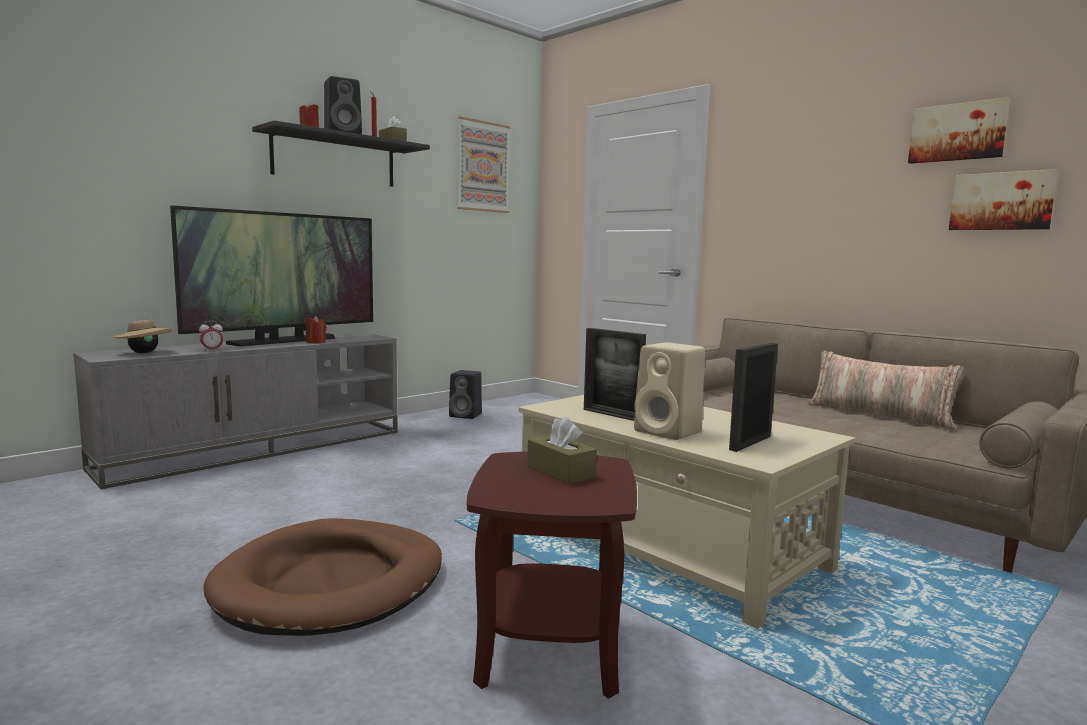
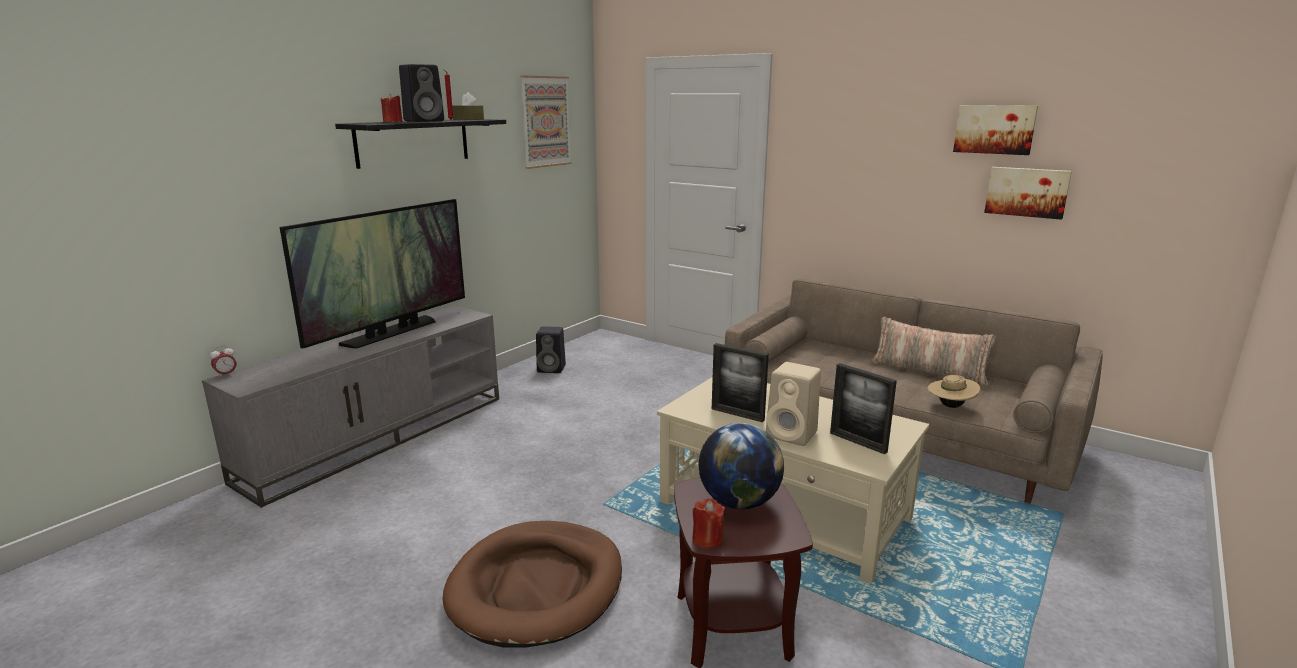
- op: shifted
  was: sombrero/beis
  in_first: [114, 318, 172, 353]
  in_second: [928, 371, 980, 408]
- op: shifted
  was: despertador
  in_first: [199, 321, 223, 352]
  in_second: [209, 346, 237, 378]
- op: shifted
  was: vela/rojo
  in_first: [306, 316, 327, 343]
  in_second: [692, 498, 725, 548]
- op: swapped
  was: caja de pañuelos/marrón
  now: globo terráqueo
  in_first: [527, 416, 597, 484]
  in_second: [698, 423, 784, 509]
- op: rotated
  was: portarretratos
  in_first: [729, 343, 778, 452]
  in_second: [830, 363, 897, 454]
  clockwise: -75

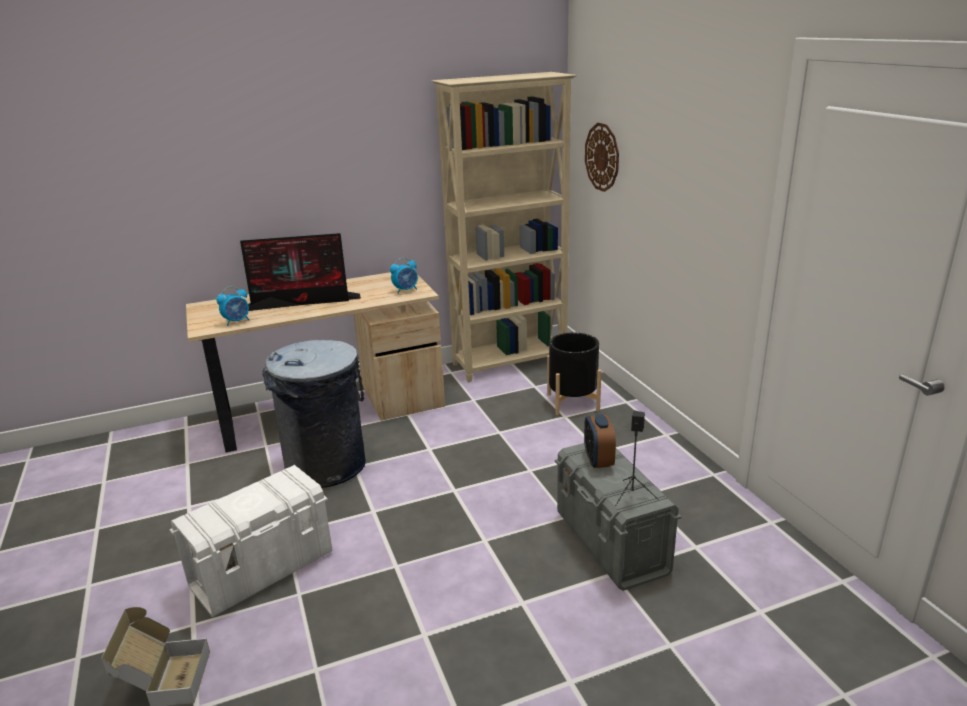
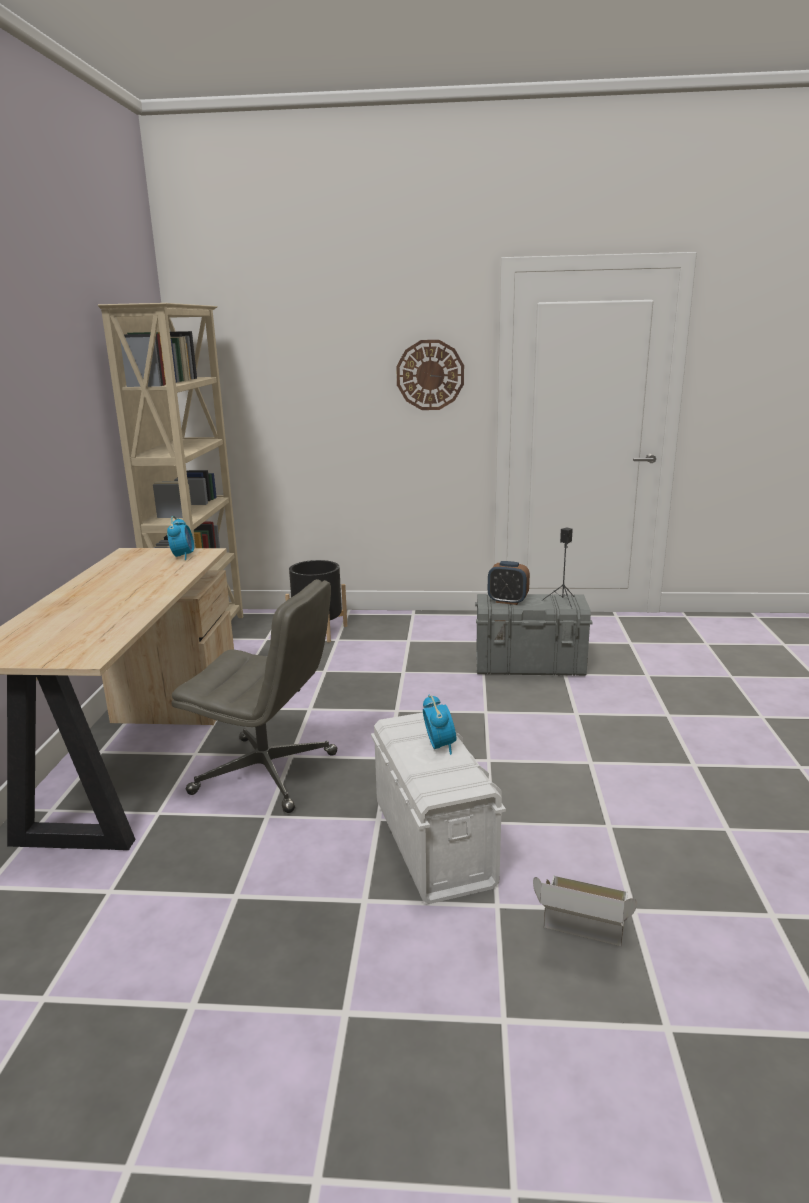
- op: shifted
  was: despertador
  in_first: [216, 286, 249, 326]
  in_second: [423, 694, 456, 755]
- op: gone
  was: monitor
  in_first: [240, 233, 361, 311]
- op: swapped
  was: papelera/gris
  now: silla de oficina/gris
  in_first: [262, 340, 366, 488]
  in_second: [172, 579, 338, 813]
- op: shifted
  was: reloj de pared
  in_first: [585, 123, 619, 192]
  in_second: [396, 340, 464, 410]

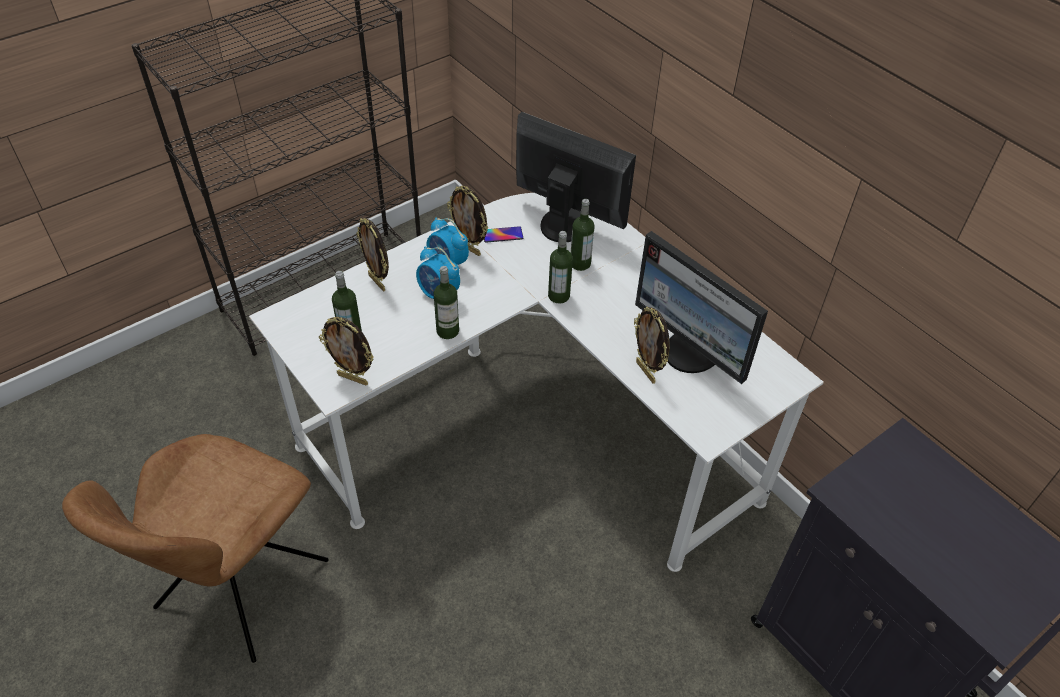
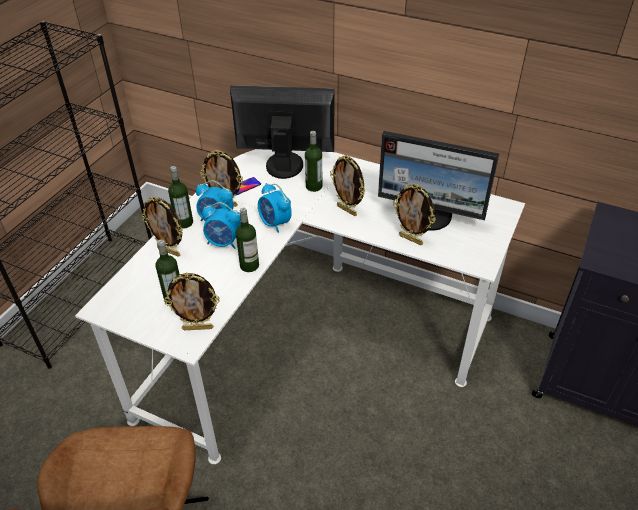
- op: shifted
  was: botella
  in_first: [548, 231, 573, 303]
  in_second: [168, 166, 193, 229]
- op: new
  now: despertador
  in_second: [258, 183, 292, 233]
- op: new
  now: portarretratos
  in_second: [330, 155, 365, 216]

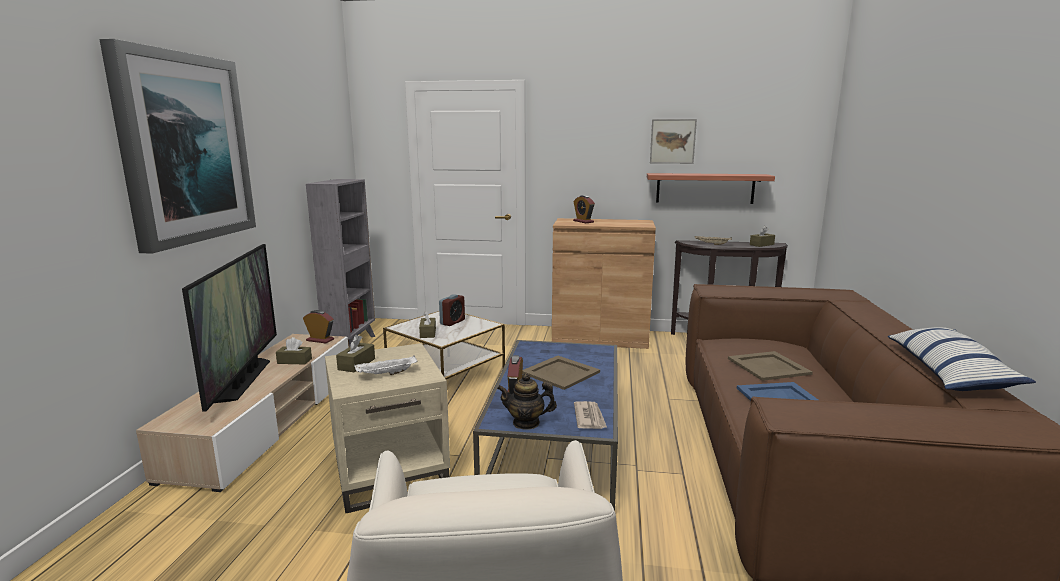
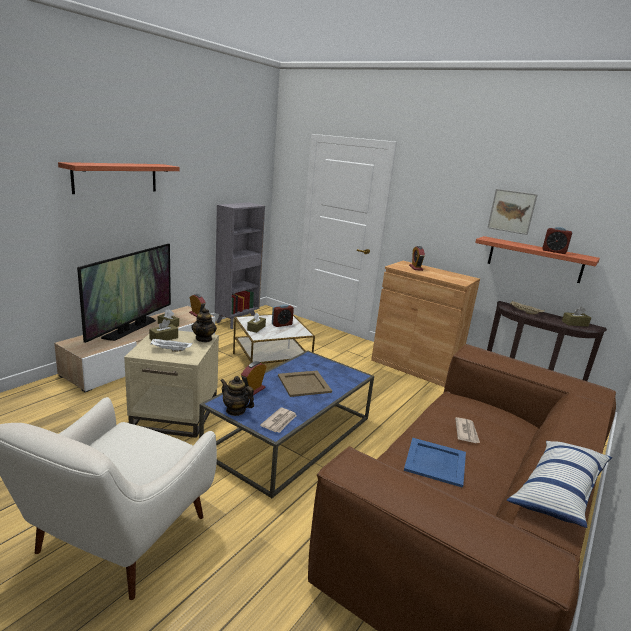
- op: swapped
  was: cuadro
  now: estante
  in_first: [99, 39, 256, 254]
  in_second: [58, 162, 180, 194]
- op: swapped
  was: bandeja/beis
  now: periódico
  in_first: [728, 351, 813, 381]
  in_second: [455, 417, 480, 443]
- op: new
  now: tetera
  in_second: [191, 308, 217, 342]
- op: new
  now: despertador
  in_second: [542, 227, 572, 254]

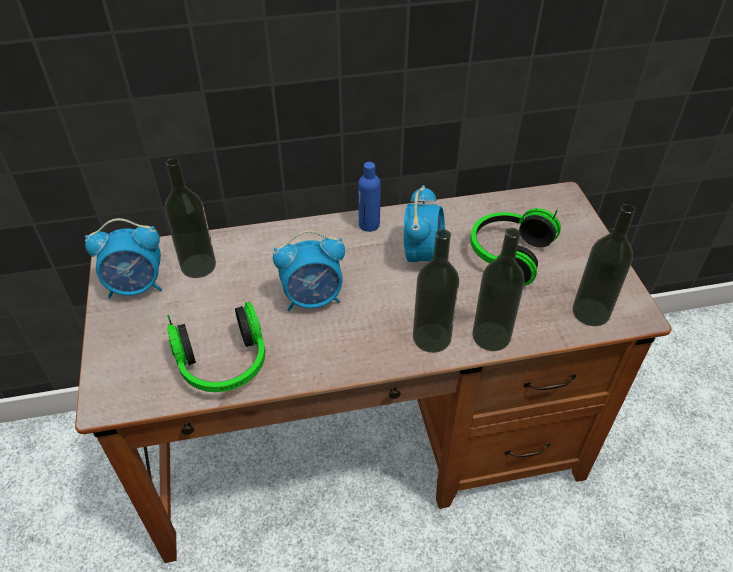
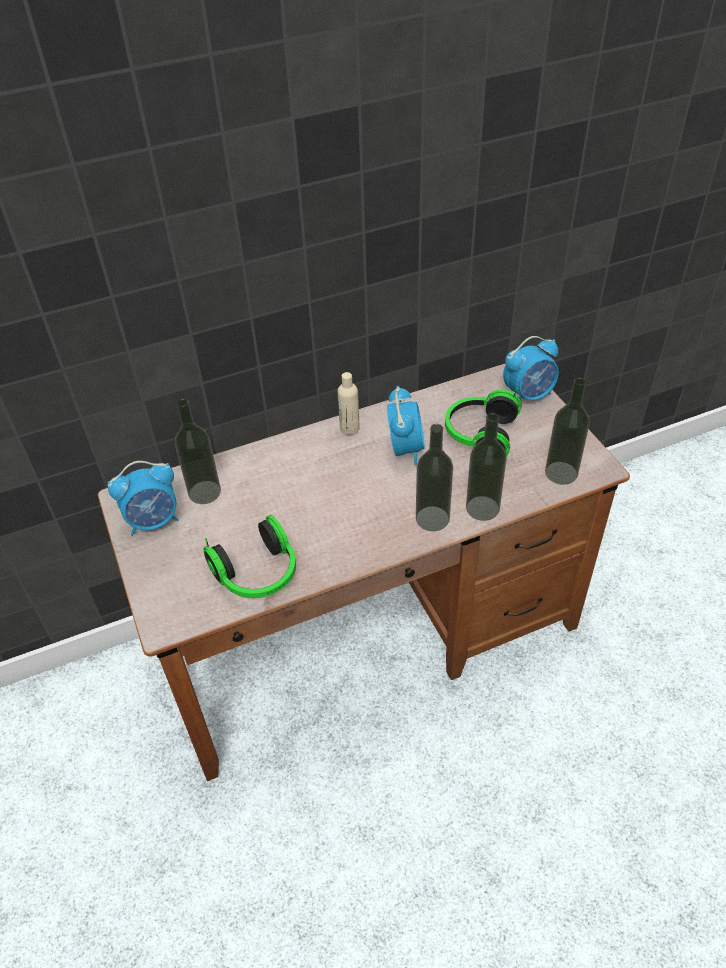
- op: shifted
  was: despertador
  in_first: [273, 230, 345, 311]
  in_second: [503, 336, 559, 400]
- op: repainted
  was: botella/azul
  now: botella/beis
  in_first: [358, 162, 381, 232]
  in_second: [338, 372, 360, 435]

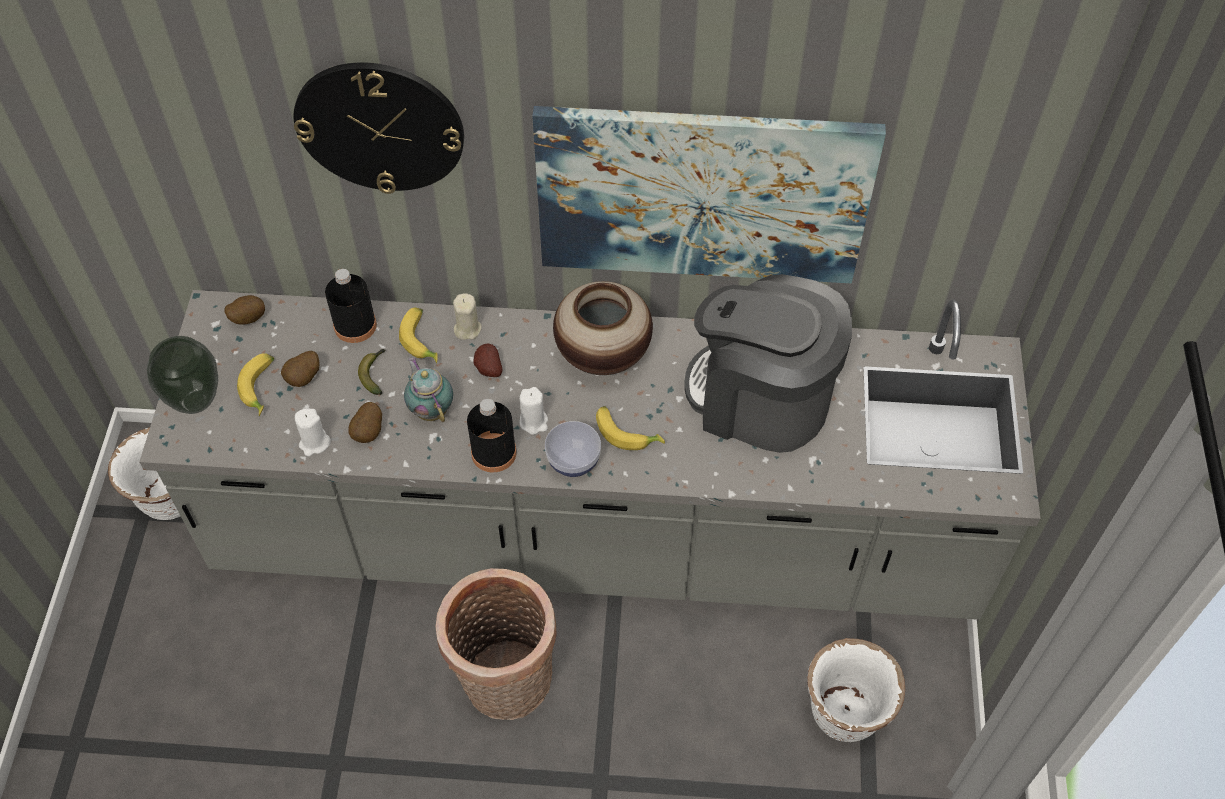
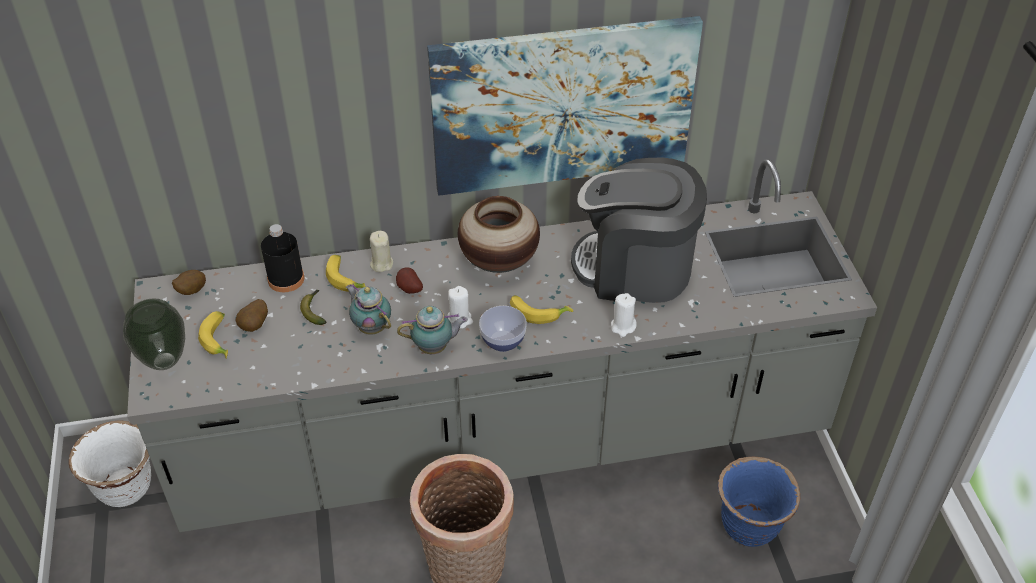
- op: gone
  was: reloj de pared
  in_first: [294, 62, 464, 194]
- op: shifted
  was: vela/blanco
  in_first: [295, 409, 331, 456]
  in_second: [611, 293, 637, 337]
- op: gone
  was: patata
  in_first: [348, 402, 382, 443]
- op: swapped
  was: botella/negro
  now: tetera
  in_first: [467, 399, 517, 472]
  in_second: [397, 306, 468, 354]
- op: repainted
  was: maceta/blanco
  now: maceta/azul
  in_first: [807, 638, 905, 742]
  in_second: [718, 457, 800, 547]

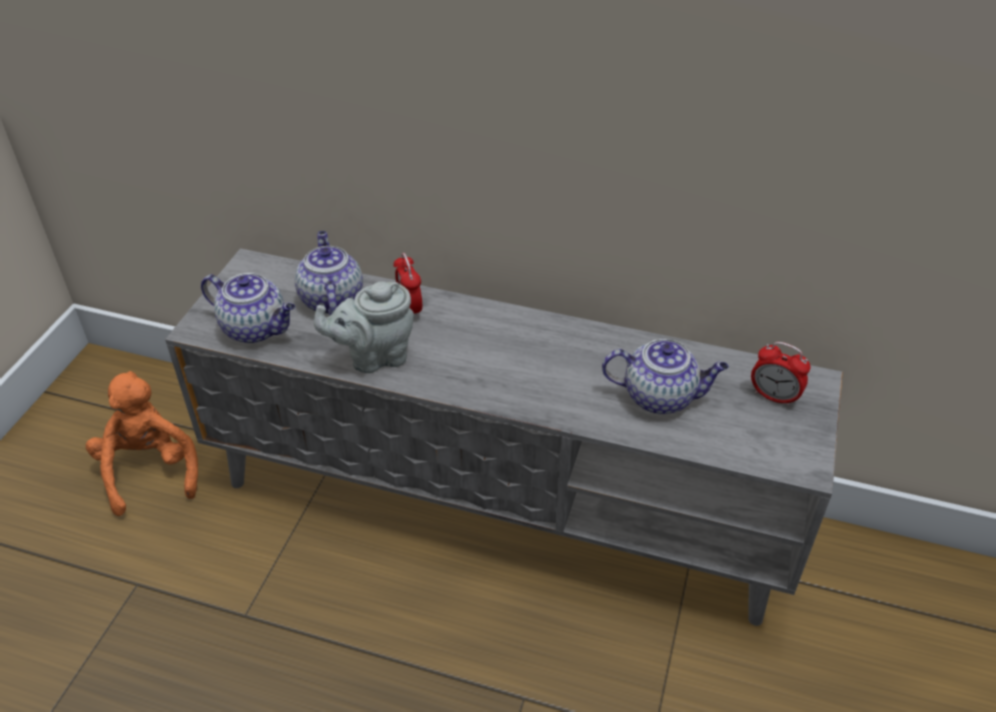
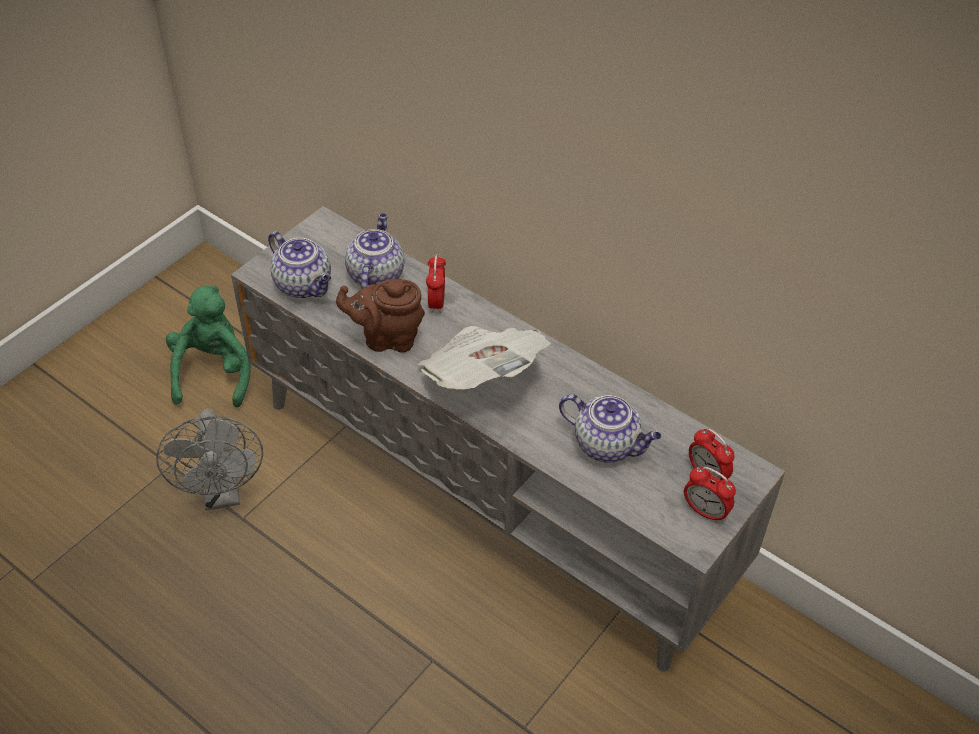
- op: repainted
  was: peluche/naranja
  now: peluche/verde
  in_first: [86, 371, 198, 516]
  in_second: [166, 285, 251, 407]
- op: repainted
  was: tetera/gris
  now: tetera/marrón
  in_first: [314, 282, 414, 373]
  in_second: [336, 279, 425, 353]
- op: new
  now: ventilador/gris
  in_second: [156, 408, 263, 511]
- op: new
  now: periódico
  in_second: [418, 326, 551, 389]
- op: new
  now: despertador
  in_second: [684, 467, 736, 523]

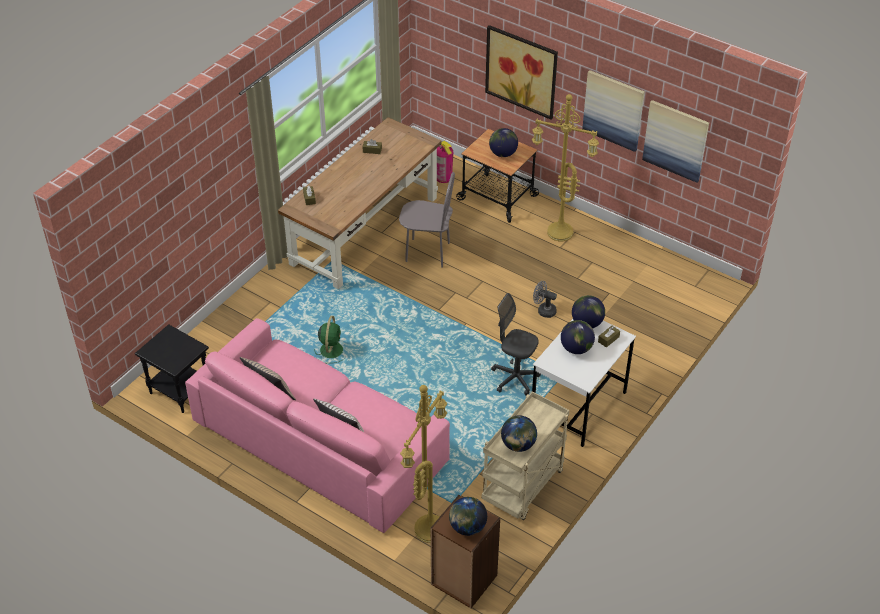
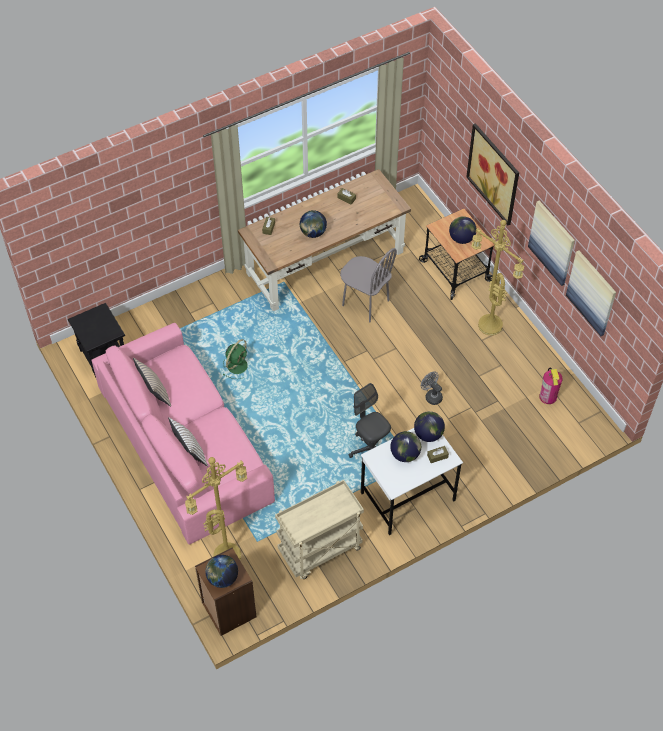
- op: shifted
  was: extintor
  in_first: [437, 141, 453, 183]
  in_second: [539, 367, 563, 404]
- op: shifted
  was: globo terráqueo
  in_first: [501, 415, 537, 452]
  in_second: [300, 210, 327, 238]

